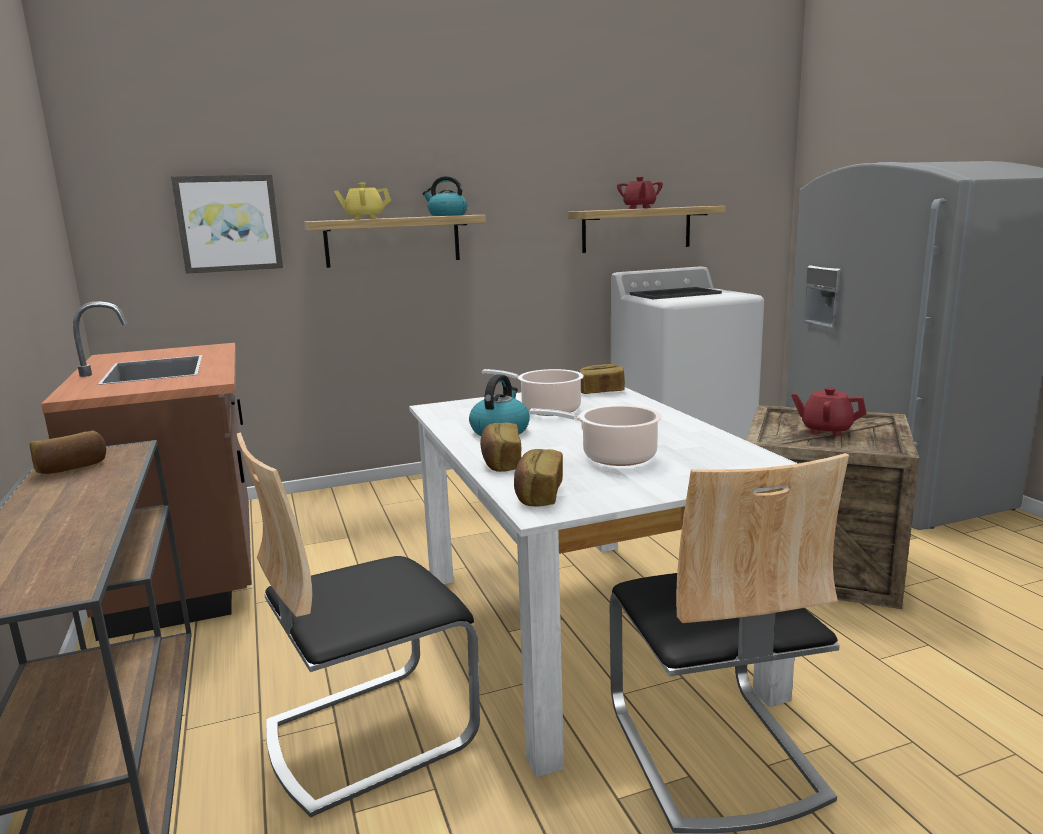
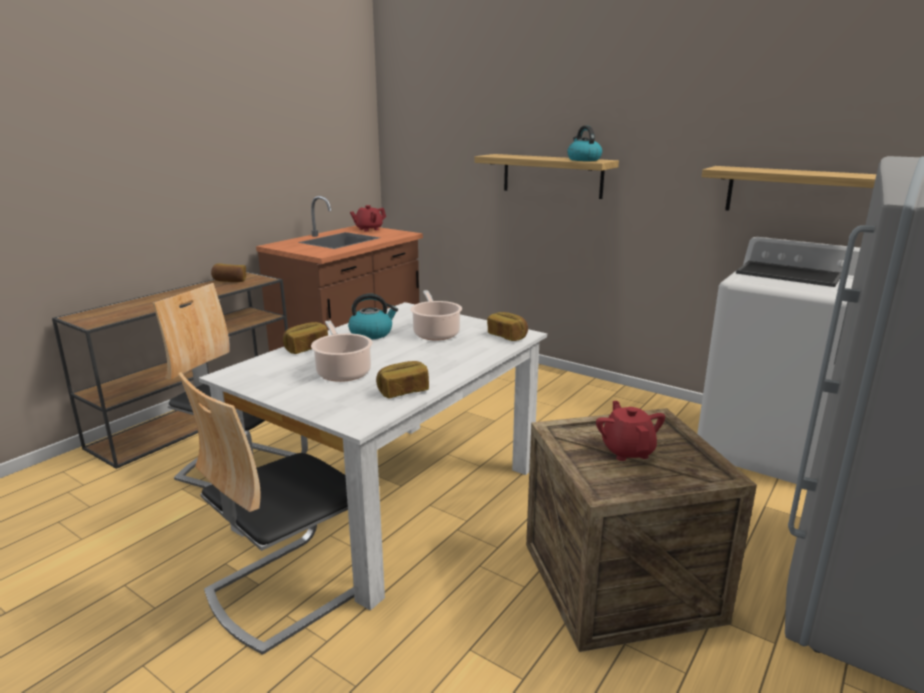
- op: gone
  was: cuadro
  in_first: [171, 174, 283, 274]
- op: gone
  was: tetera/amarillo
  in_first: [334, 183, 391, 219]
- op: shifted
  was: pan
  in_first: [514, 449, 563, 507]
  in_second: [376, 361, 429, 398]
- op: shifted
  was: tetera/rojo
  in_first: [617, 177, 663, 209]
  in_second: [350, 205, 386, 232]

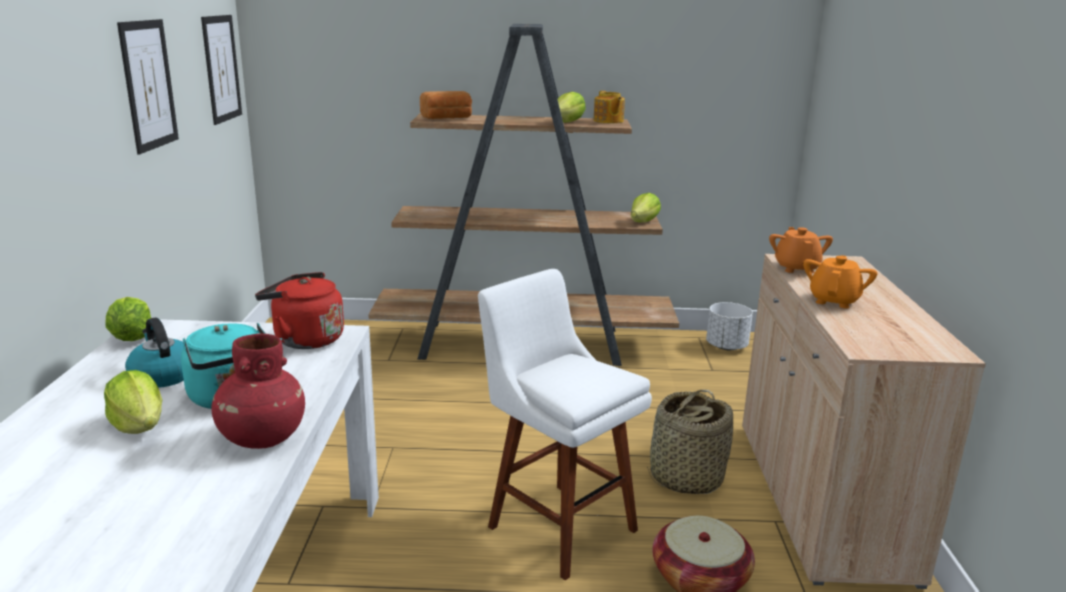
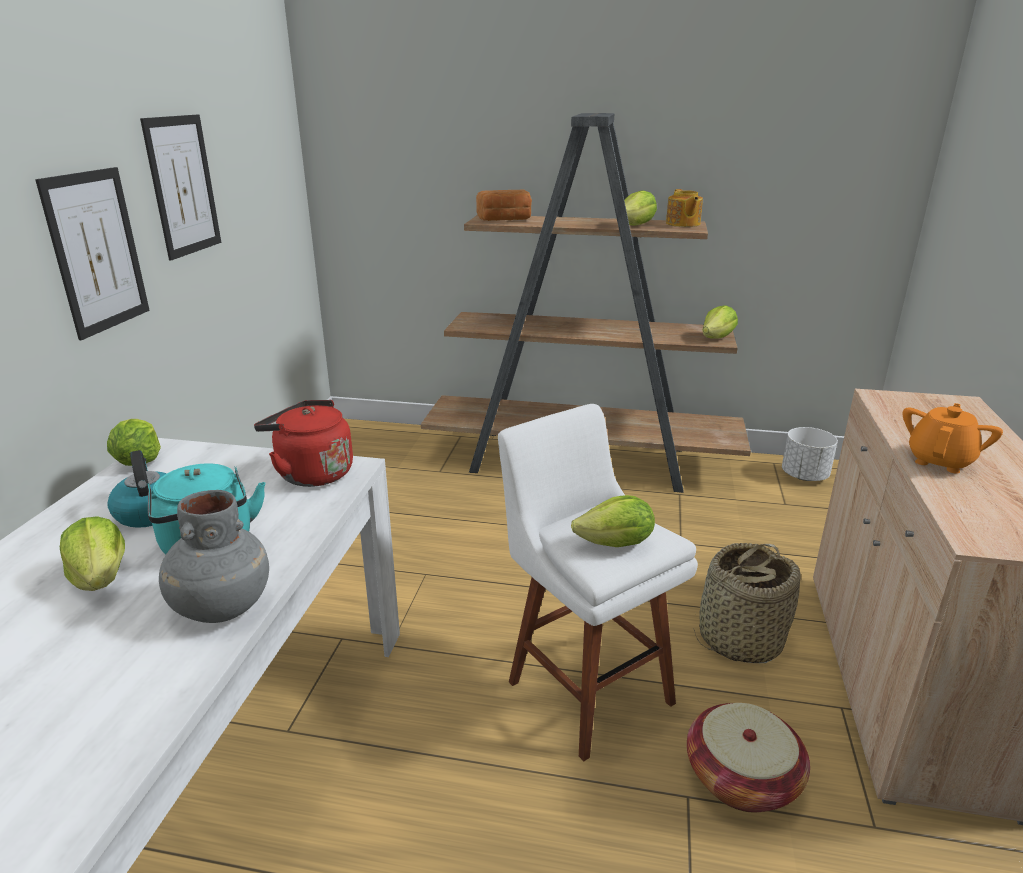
- op: shifted
  was: cuadro
  in_first: [201, 15, 242, 125]
  in_second: [35, 167, 150, 340]
- op: repainted
  was: florero/rojo
  now: florero/gris
  in_first: [211, 333, 305, 449]
  in_second: [159, 490, 269, 623]
- op: gone
  was: tetera/naranja
  in_first: [769, 227, 833, 273]
- op: new
  now: lechuga
  in_second: [571, 495, 655, 547]

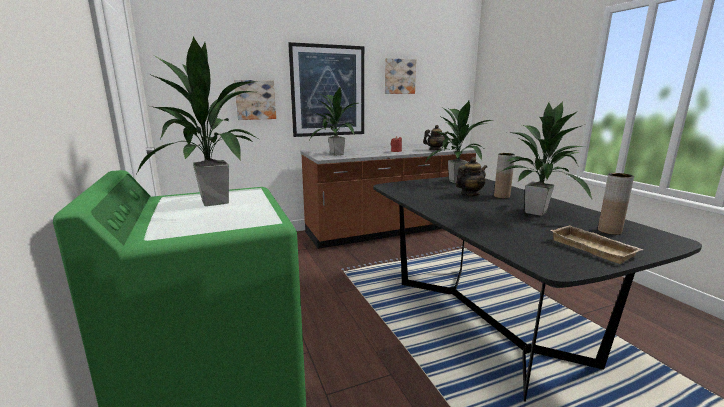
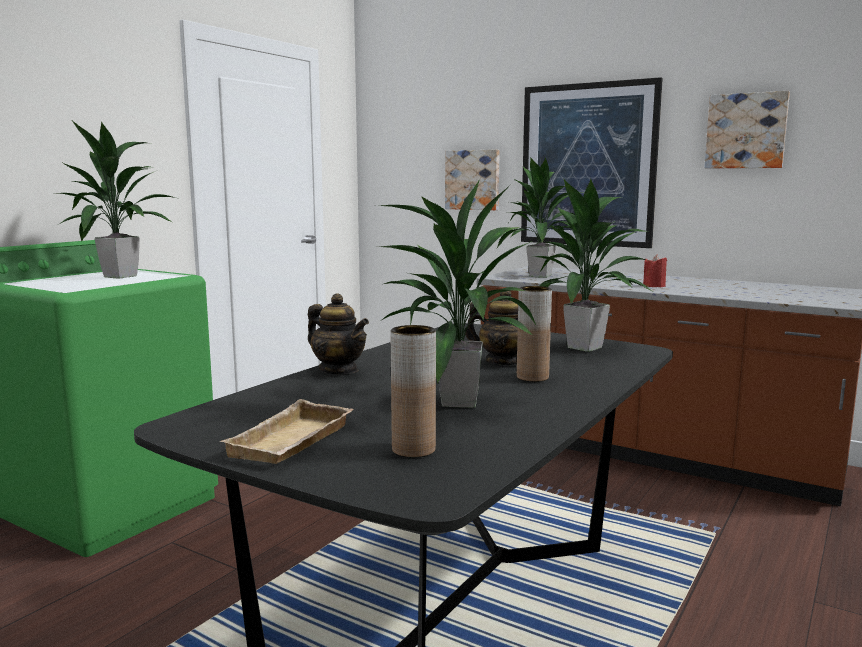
- op: shifted
  was: tetera
  in_first: [423, 125, 449, 150]
  in_second: [308, 293, 369, 374]

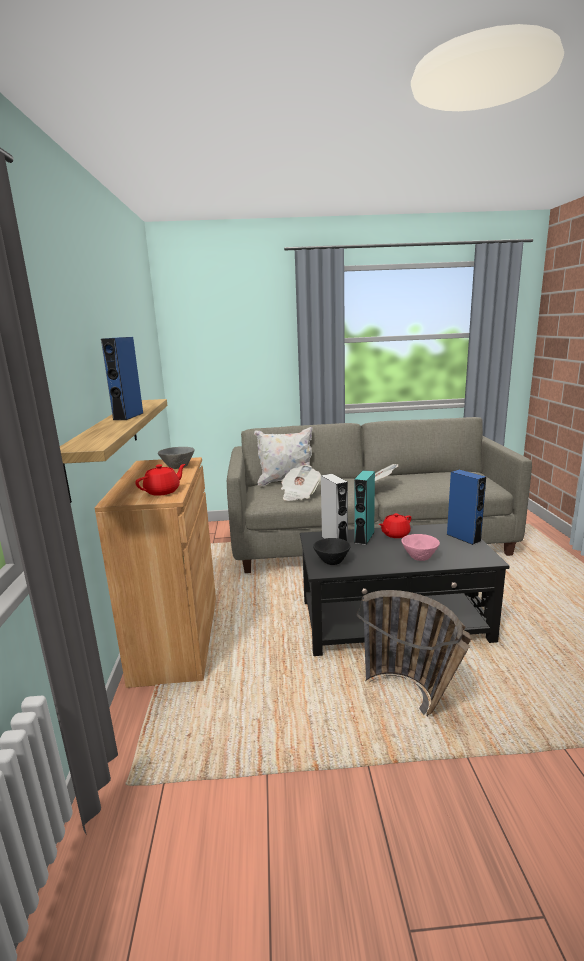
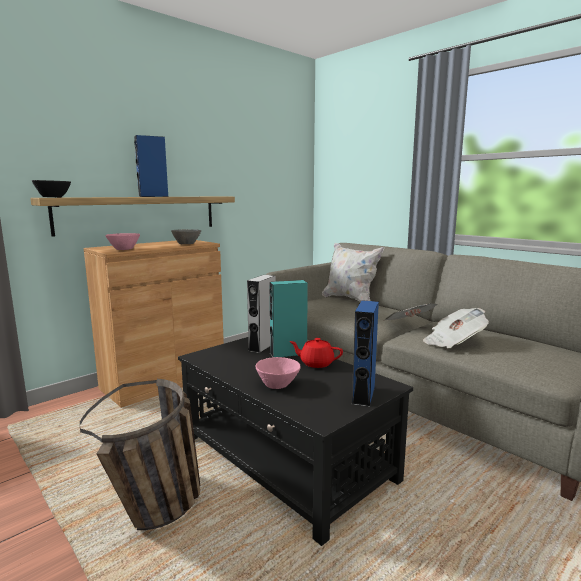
- op: swapped
  was: tetera/rojo
  now: cuenco/rosa
  in_first: [135, 464, 186, 496]
  in_second: [105, 233, 140, 250]
- op: shifted
  was: periódico
  in_first: [281, 465, 321, 501]
  in_second: [423, 308, 489, 348]
- op: shifted
  was: cuenco/negro
  in_first: [313, 538, 351, 565]
  in_second: [32, 180, 71, 197]

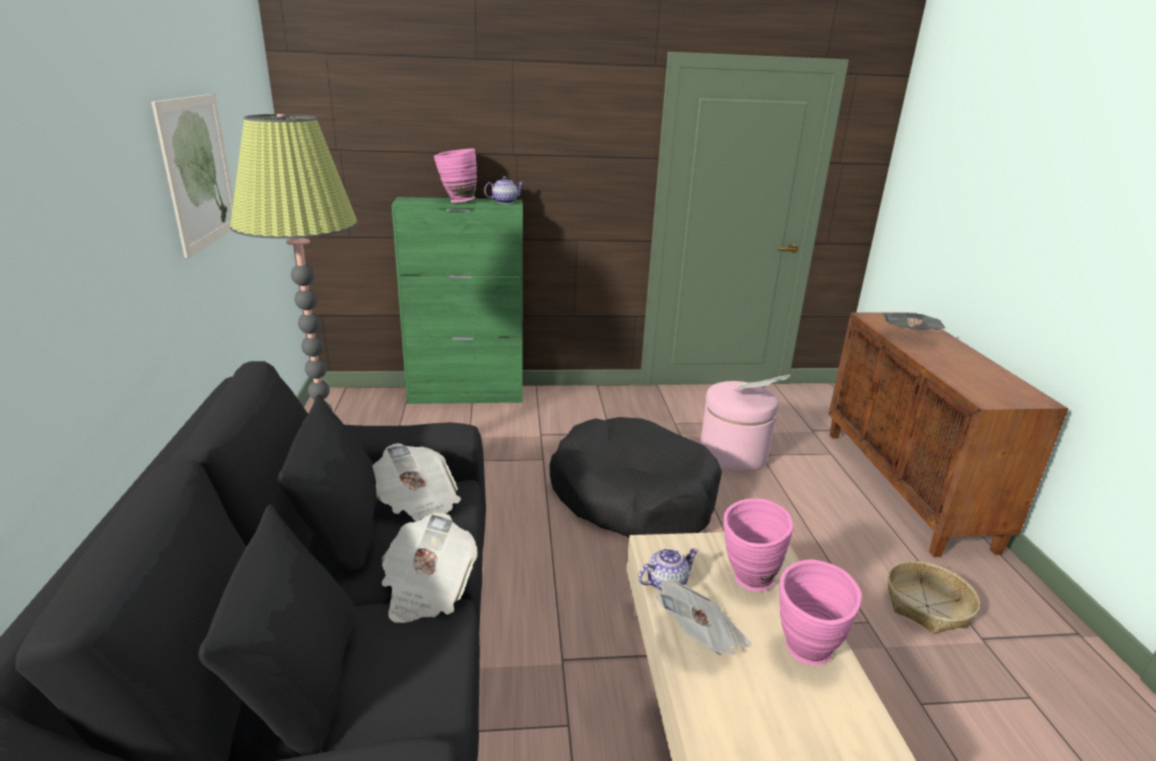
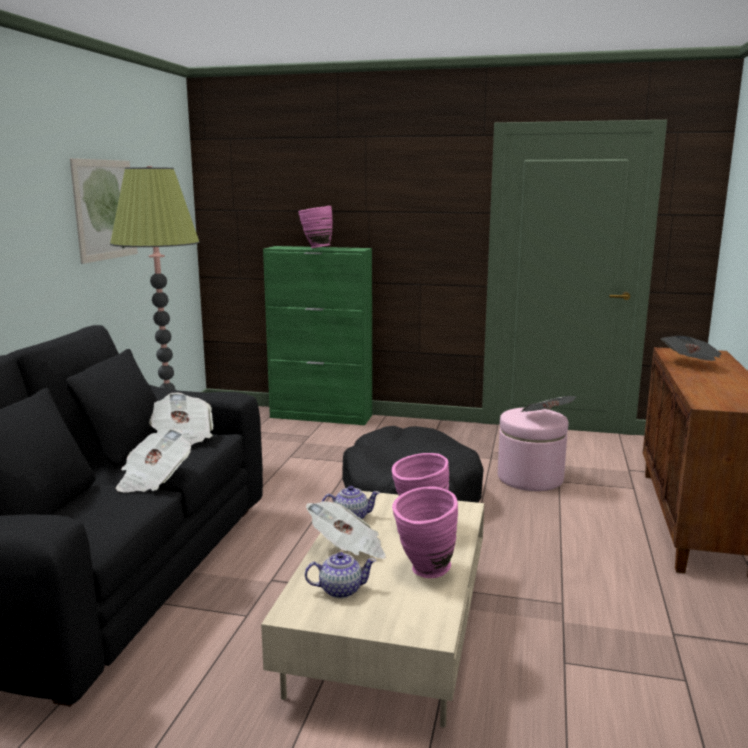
- op: shifted
  was: tetera
  in_first: [484, 176, 525, 204]
  in_second: [305, 552, 376, 598]
- op: gone
  was: cesta
  in_first: [888, 561, 980, 634]

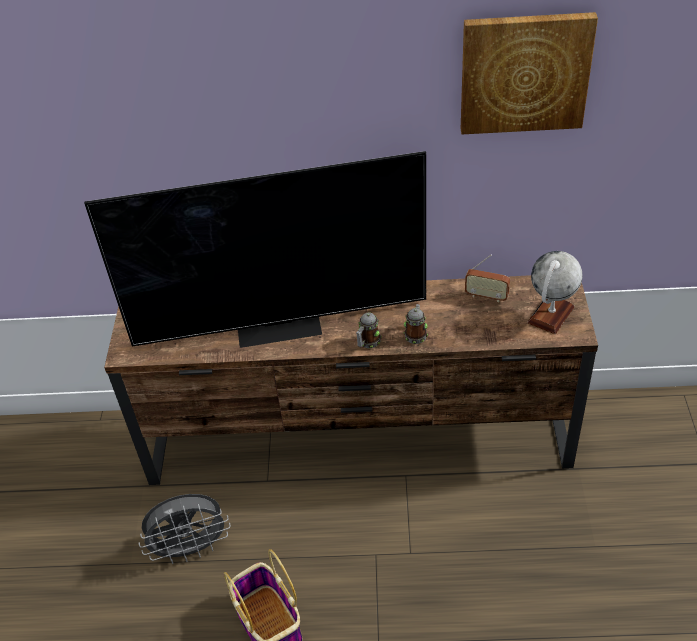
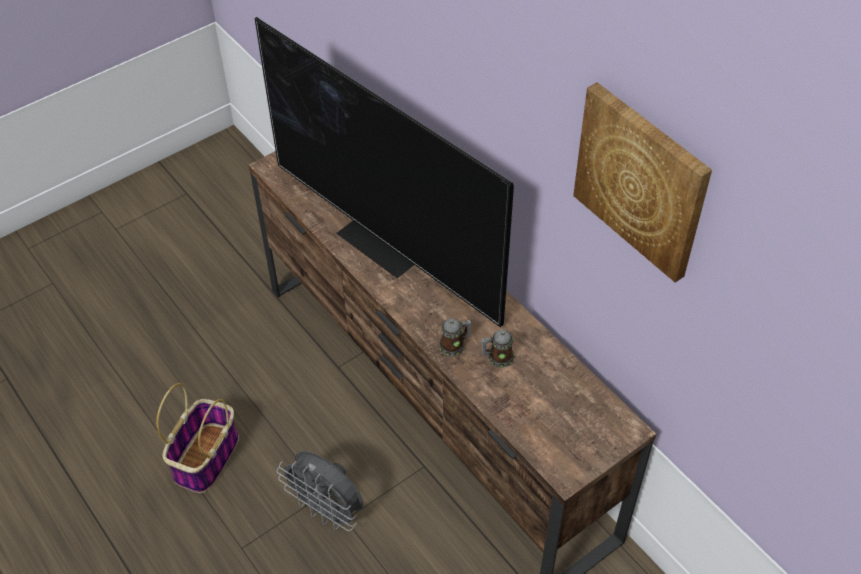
- op: shifted
  was: ventilador/gris
  in_first: [139, 494, 231, 564]
  in_second: [276, 451, 363, 531]
- op: shifted
  was: taza grande
  in_first: [356, 313, 382, 348]
  in_second: [481, 330, 515, 368]
- op: gone
  was: radio
  in_first: [465, 254, 510, 302]
- op: gone
  was: globo terráqueo
  in_first: [527, 251, 583, 334]

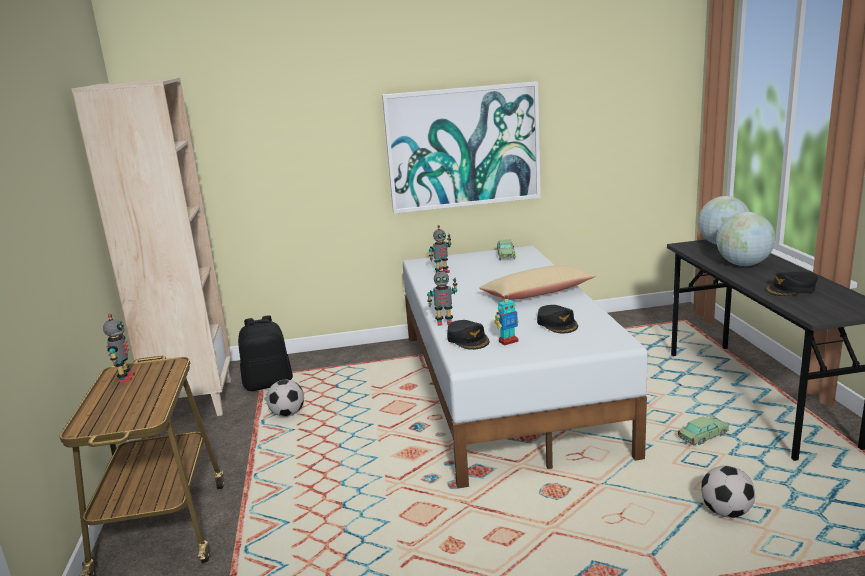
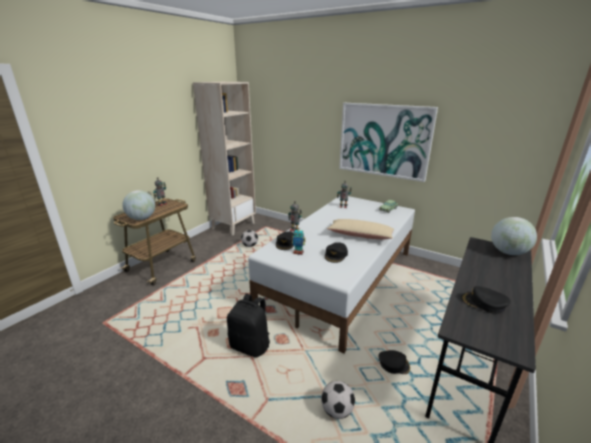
- op: shifted
  was: mochila/negro
  in_first: [238, 315, 293, 391]
  in_second: [227, 294, 270, 358]
- op: swapped
  was: coche de juguete
  now: gorra/negro
  in_first: [678, 416, 729, 445]
  in_second: [379, 350, 410, 374]
- op: shifted
  was: globo terráqueo
  in_first: [716, 212, 775, 266]
  in_second: [122, 190, 155, 220]

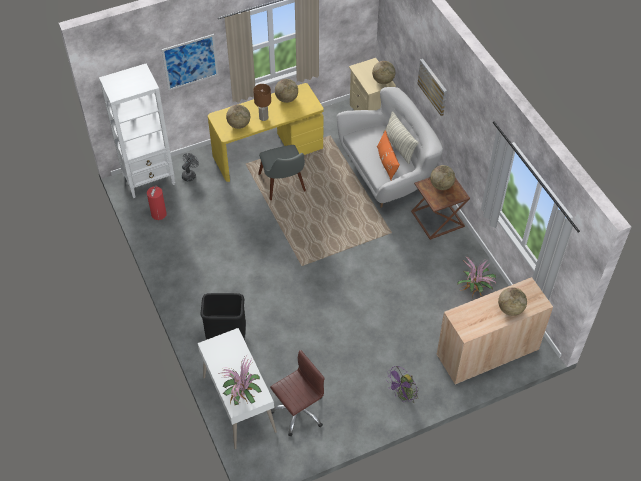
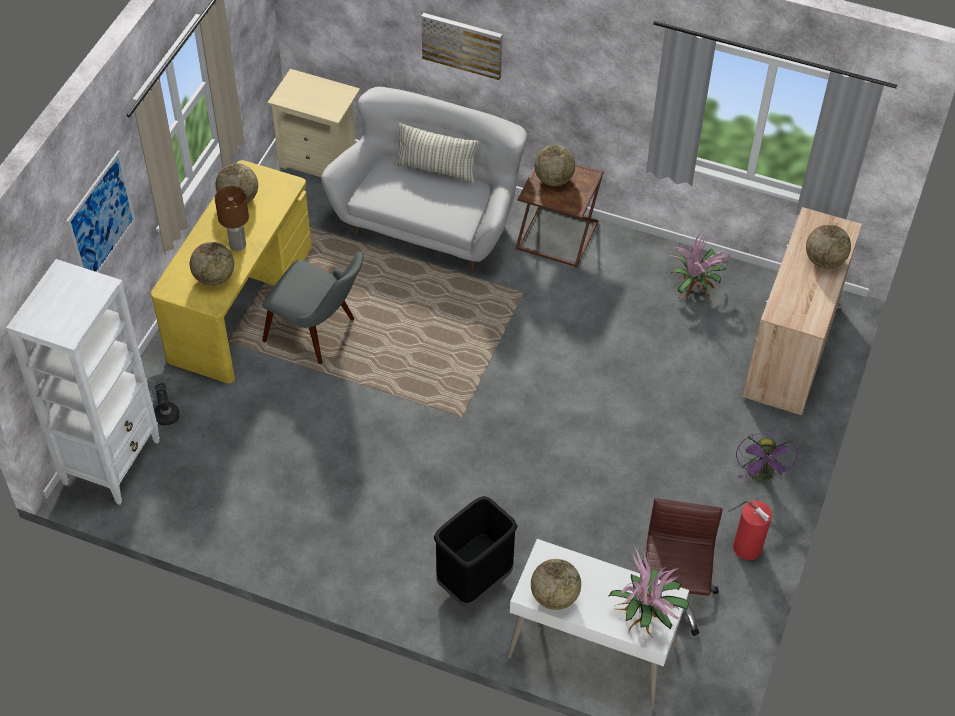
- op: shifted
  was: extintor
  in_first: [147, 185, 167, 220]
  in_second: [728, 501, 772, 560]
- op: shifted
  was: globo terráqueo
  in_first: [372, 61, 395, 84]
  in_second: [531, 559, 581, 610]
- op: gone
  was: cojín/naranja
  in_first: [377, 130, 400, 180]

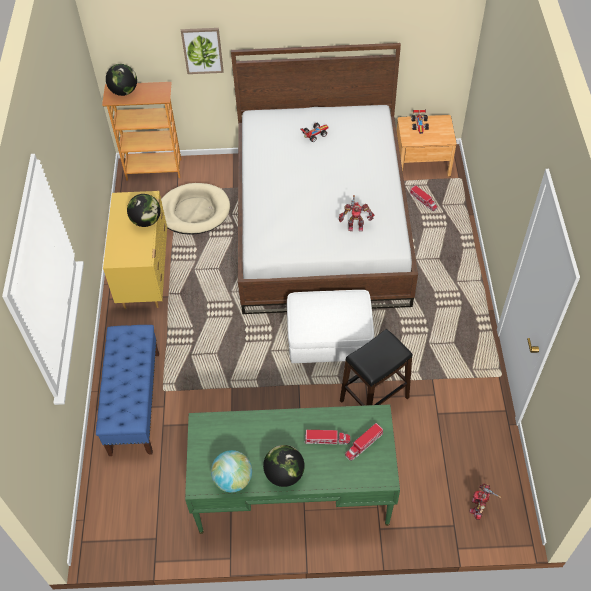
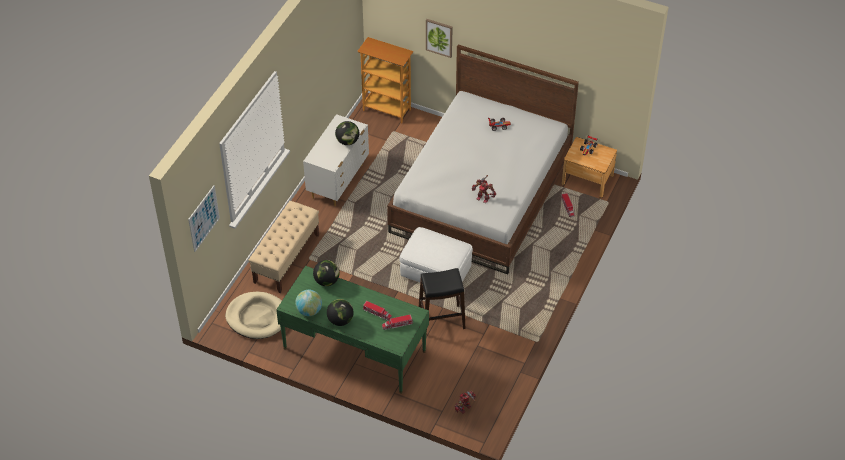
- op: repainted
  was: banco/azul
  now: banco/beis
  in_first: [96, 325, 159, 456]
  in_second: [249, 201, 319, 293]
- op: repainted
  was: cómoda/amarillo
  now: cómoda/blanco
  in_first: [103, 191, 167, 309]
  in_second: [303, 114, 369, 206]
- op: shifted
  was: globo terráqueo
  in_first: [106, 64, 137, 96]
  in_second: [313, 260, 339, 286]
- op: shifted
  was: cama para perro/beis
  in_first: [161, 183, 230, 234]
  in_second: [225, 292, 282, 339]
- op: new
  now: cuadro
  in_second: [188, 185, 220, 252]

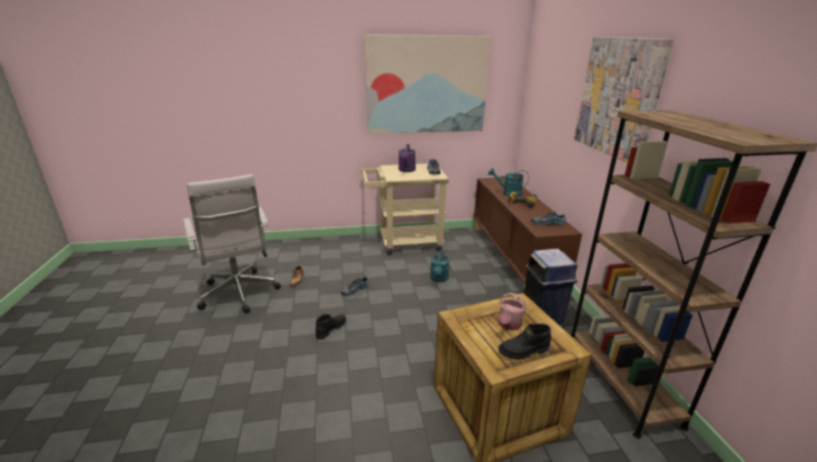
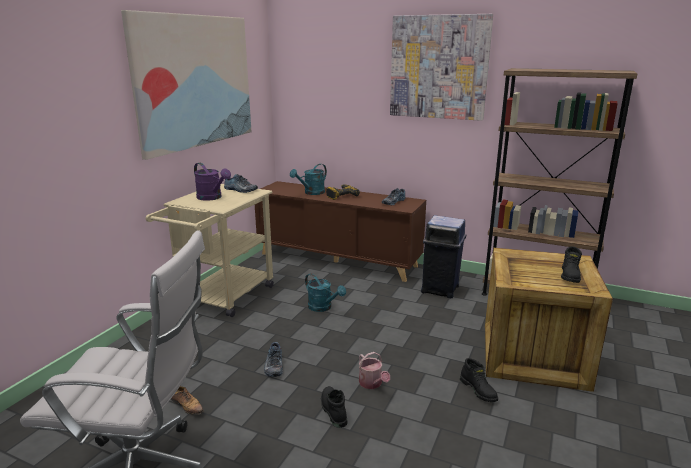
- op: shifted
  was: regadera
  in_first: [498, 293, 526, 330]
  in_second: [359, 352, 390, 389]
- op: new
  now: bota/negro
  in_second: [460, 358, 498, 402]

